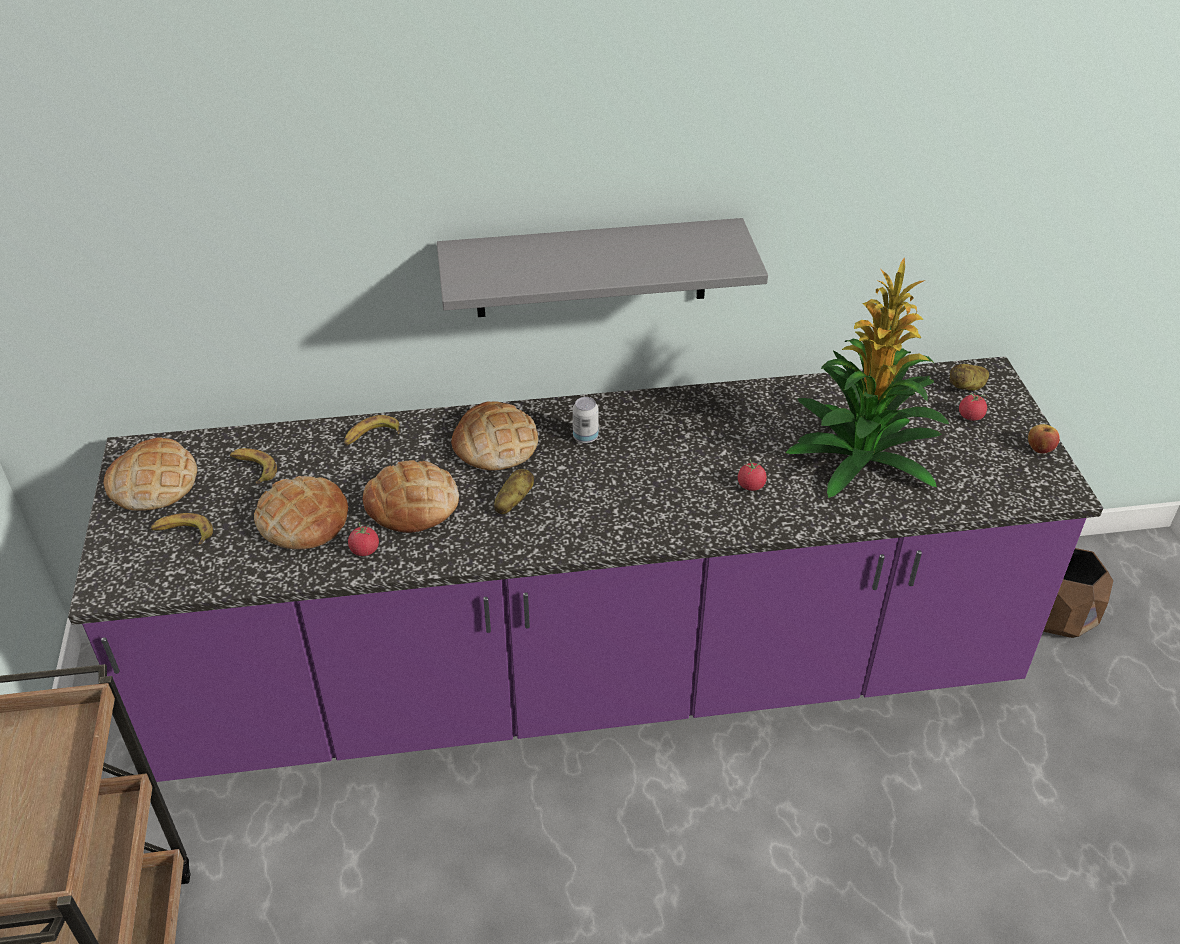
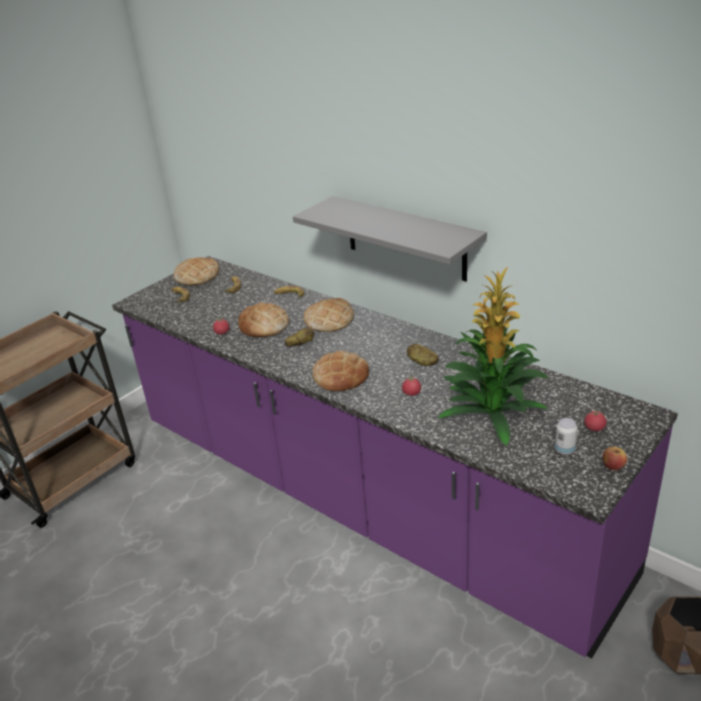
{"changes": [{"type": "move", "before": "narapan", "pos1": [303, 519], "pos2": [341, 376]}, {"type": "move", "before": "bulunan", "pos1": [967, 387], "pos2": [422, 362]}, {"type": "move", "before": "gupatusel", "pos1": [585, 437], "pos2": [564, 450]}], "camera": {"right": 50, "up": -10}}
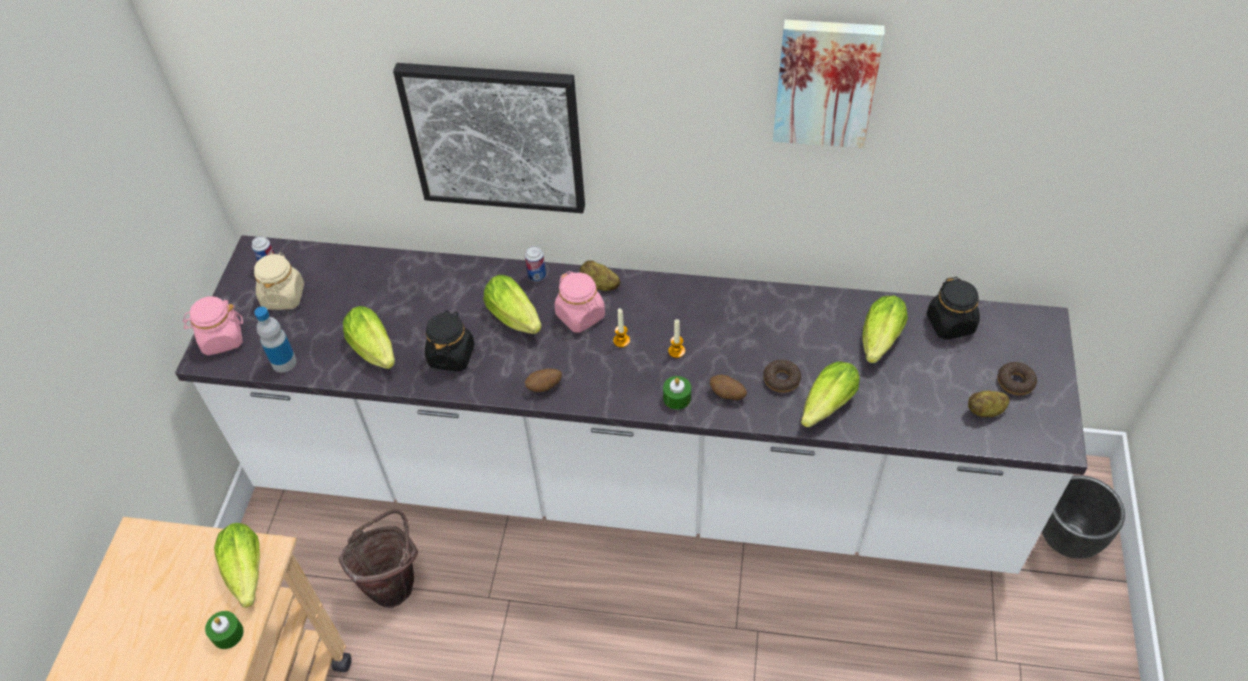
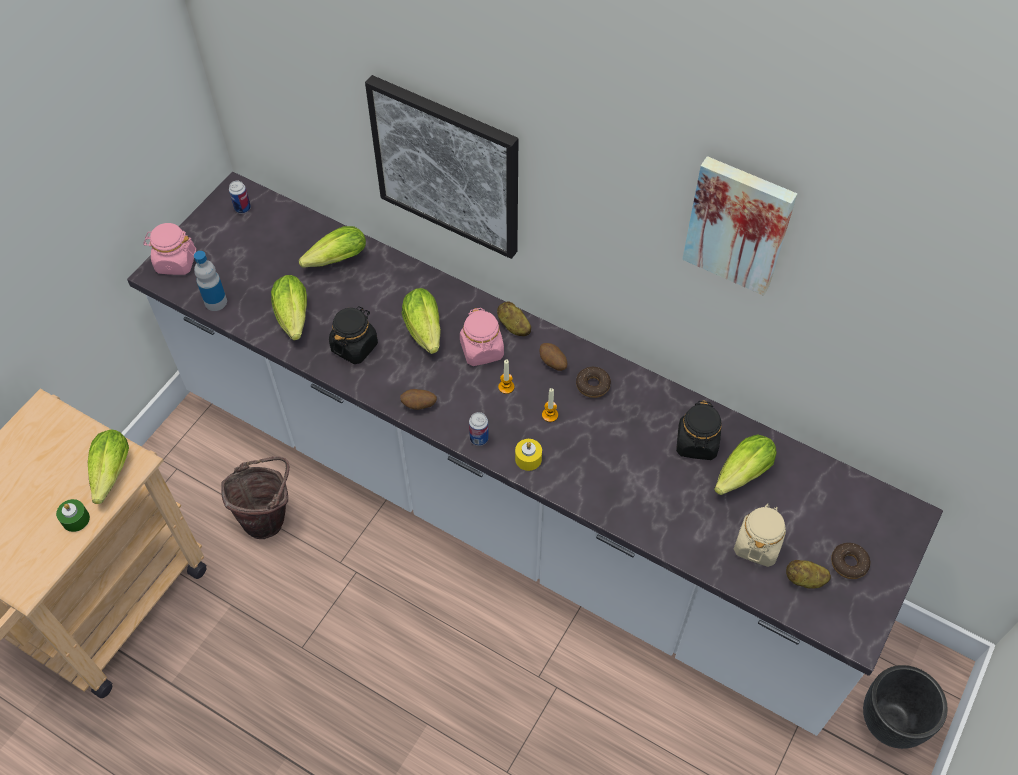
{"changes": [{"type": "move", "before": "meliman", "pos1": [824, 407], "pos2": [333, 261]}, {"type": "move", "before": "gupatusel", "pos1": [537, 276], "pos2": [479, 438]}, {"type": "recolor", "before": "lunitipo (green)", "after": "lunitipo (yellow)", "pos1": [677, 398], "pos2": [528, 459]}, {"type": "move", "before": "bulunan", "pos1": [727, 394], "pos2": [552, 363]}, {"type": "move", "before": "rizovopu", "pos1": [781, 379], "pos2": [593, 385]}, {"type": "move", "before": "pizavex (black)", "pos1": [950, 324], "pos2": [696, 443]}, {"type": "move", "before": "pizavex (beige)", "pos1": [283, 296], "pos2": [757, 544]}], "camera": {"right": 20, "up": 5}}
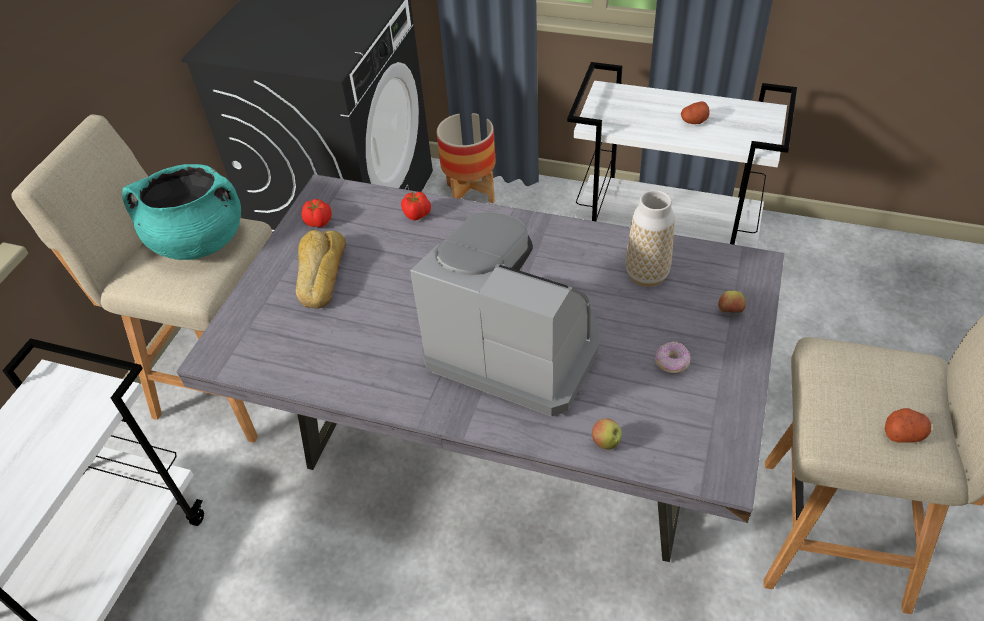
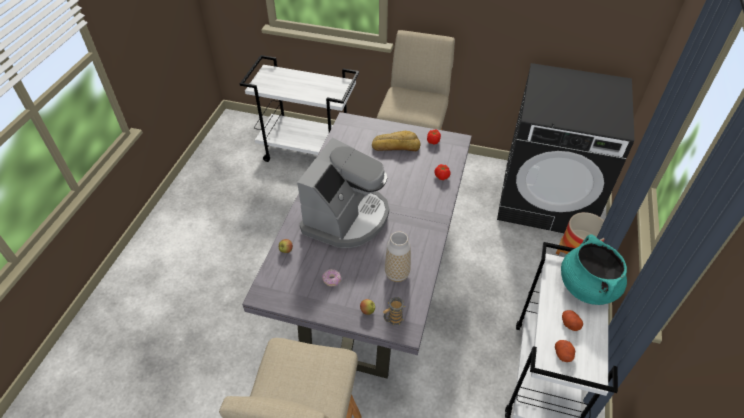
{"changes": [{"type": "insert", "after": "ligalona", "pos2": [393, 320]}, {"type": "move", "before": "bulunan", "pos1": [903, 433], "pos2": [563, 354]}, {"type": "move", "before": "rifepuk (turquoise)", "pos1": [198, 241], "pos2": [586, 286]}], "camera": {"right": 85, "up": 0}}
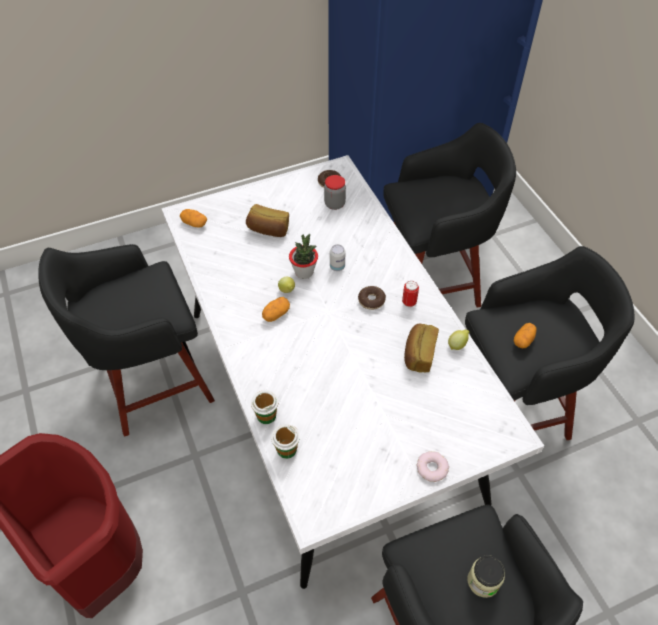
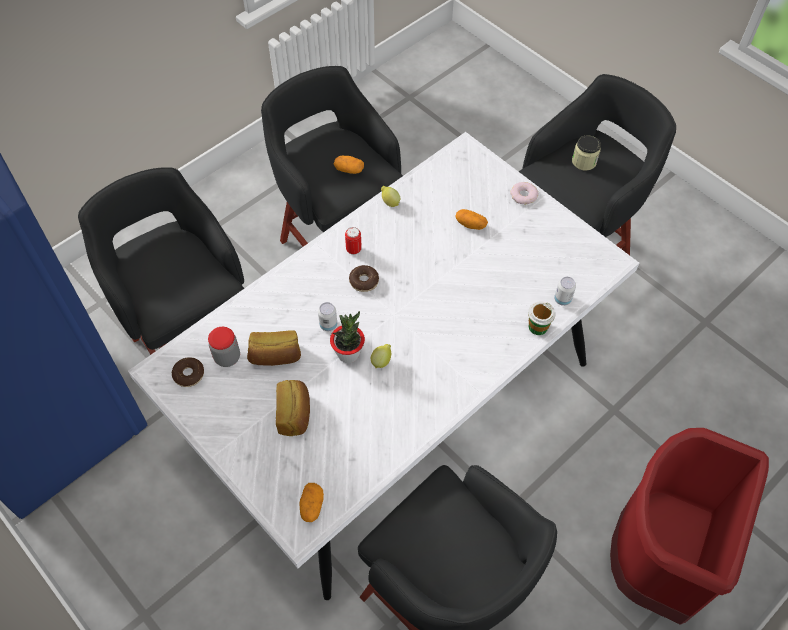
{"changes": [{"type": "move", "before": "narapan", "pos1": [419, 354], "pos2": [275, 356]}, {"type": "move", "before": "bulunan", "pos1": [276, 314], "pos2": [470, 224]}, {"type": "replace", "before": "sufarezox", "after": "gupatusel", "pos1": [286, 449], "pos2": [562, 299]}], "camera": {"right": -110, "up": 5}}
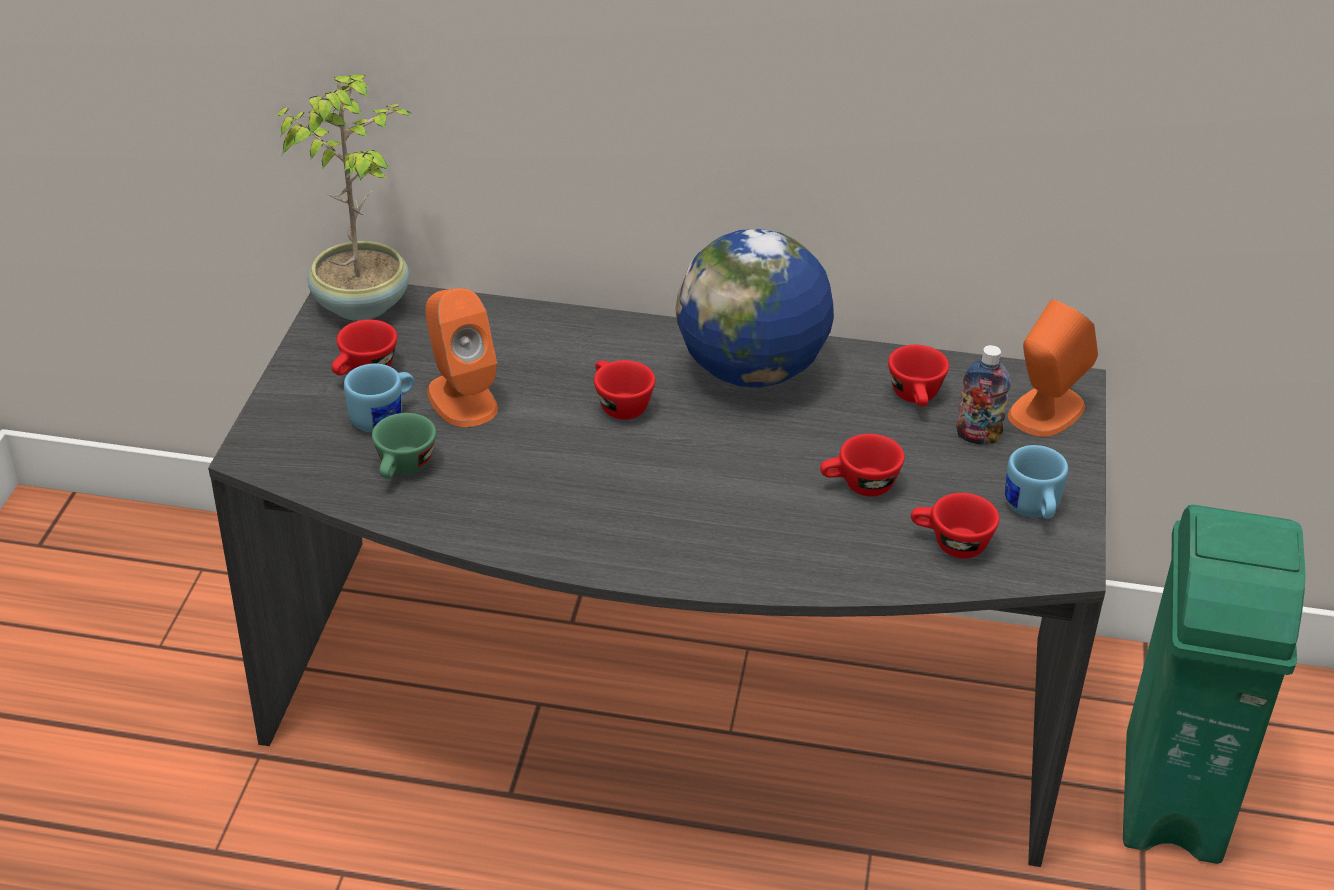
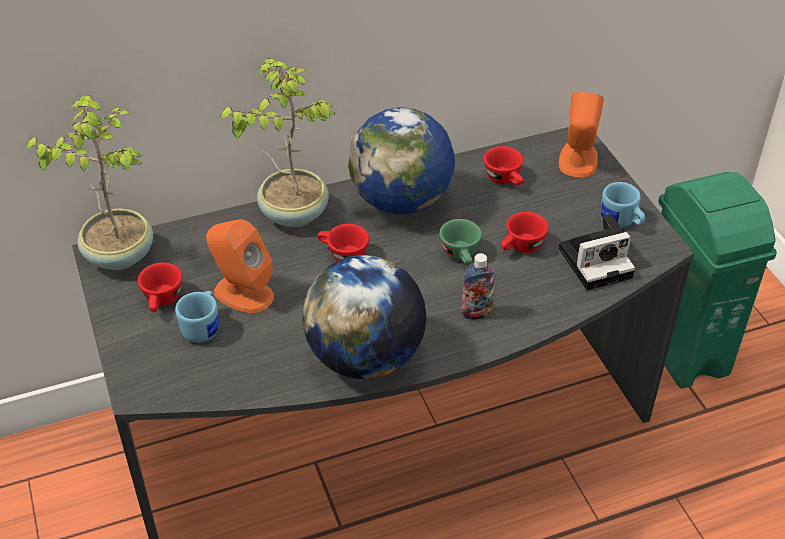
{"changes": [{"type": "insert", "after": "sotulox", "pos2": [293, 213]}, {"type": "insert", "after": "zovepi", "pos2": [365, 358]}, {"type": "move", "before": "sufarezox (green)", "pos1": [403, 469], "pos2": [461, 256]}, {"type": "move", "before": "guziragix", "pos1": [978, 436], "pos2": [476, 313]}, {"type": "replace", "before": "sufarezox (red)", "after": "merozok", "pos1": [950, 544], "pos2": [597, 261]}], "camera": {"right": -30, "up": 5}}
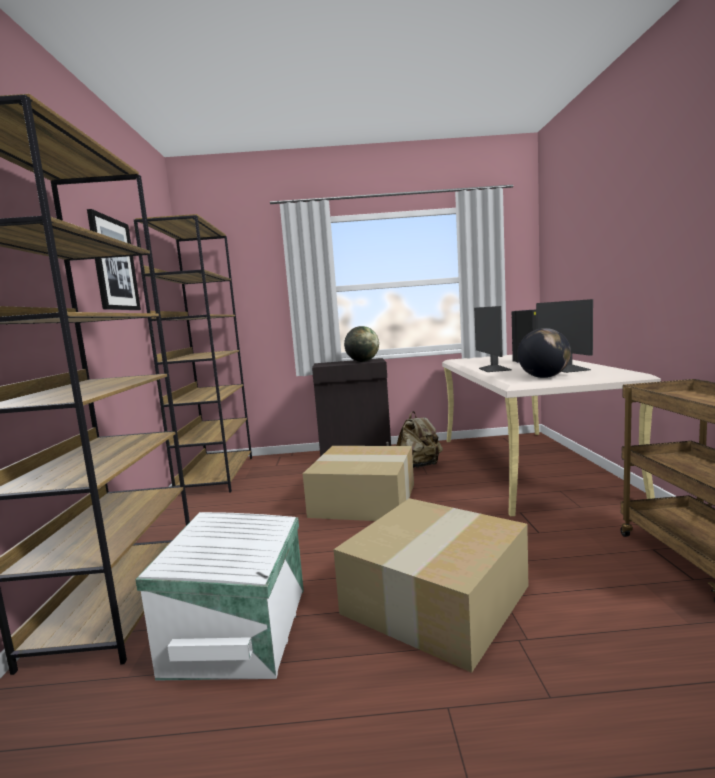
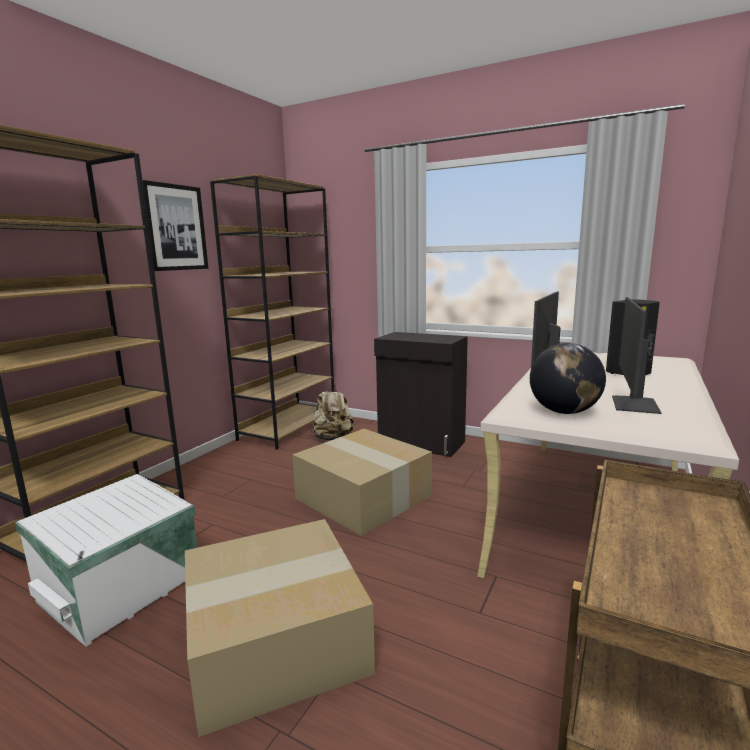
{"changes": [{"type": "move", "before": "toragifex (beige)", "pos1": [419, 466], "pos2": [333, 439]}, {"type": "delete", "before": "zovepi", "pos1": [362, 361]}], "camera": {"right": 30, "up": 5}}
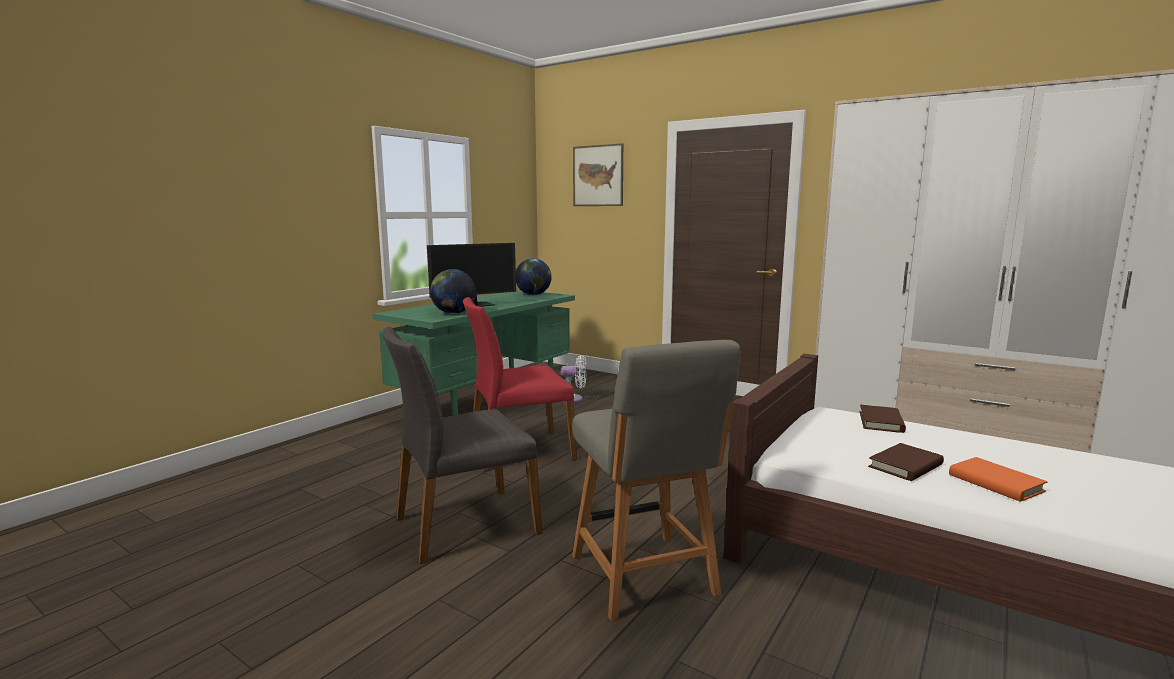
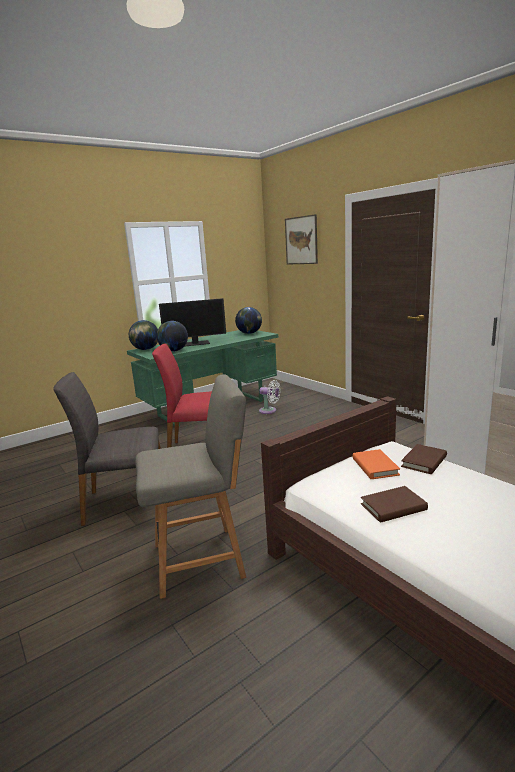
{"changes": [{"type": "insert", "after": "zovepi", "pos2": [145, 349]}, {"type": "rotate", "before": "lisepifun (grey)", "pos1": [645, 578], "pos2": [202, 559], "turn": -105}, {"type": "move", "before": "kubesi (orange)", "pos1": [995, 483], "pos2": [375, 467]}], "camera": {"right": 20, "up": 5}}
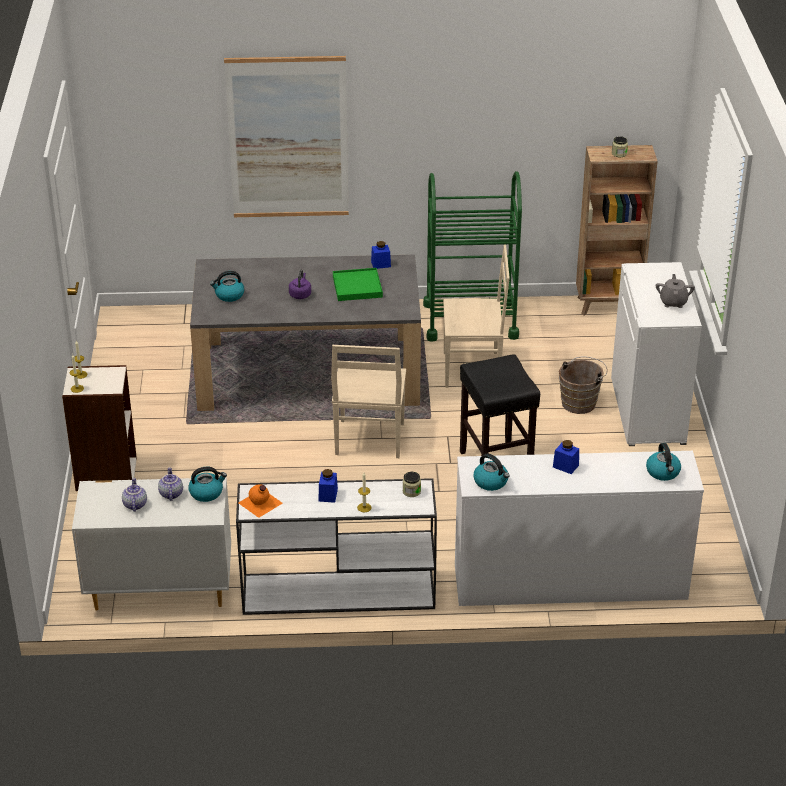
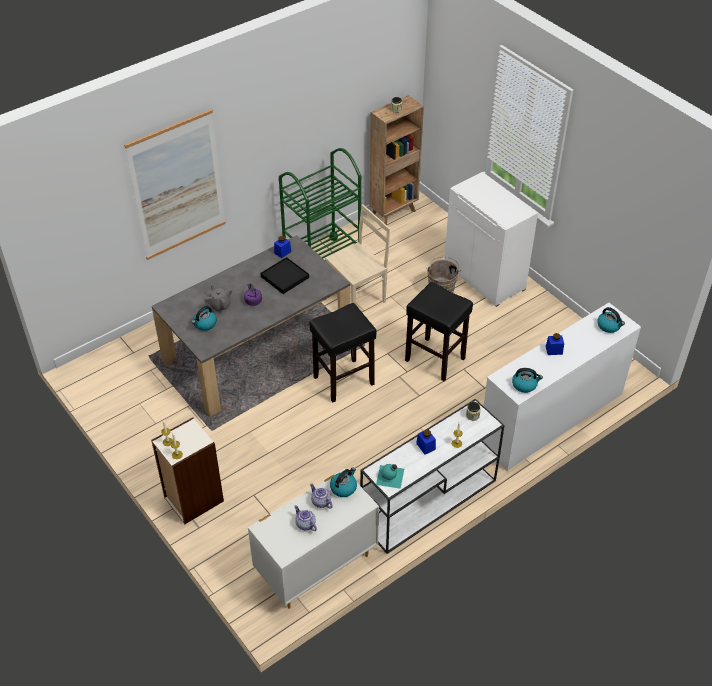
{"changes": [{"type": "move", "before": "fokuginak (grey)", "pos1": [673, 302], "pos2": [220, 305]}, {"type": "recolor", "before": "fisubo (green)", "after": "fisubo (black)", "pos1": [357, 287], "pos2": [285, 277]}, {"type": "replace", "before": "lisepifun (beige)", "after": "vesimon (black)", "pos1": [369, 440], "pos2": [343, 381]}, {"type": "recolor", "before": "guziragix (orange)", "after": "guziragix (turquoise)", "pos1": [260, 503], "pos2": [390, 477]}], "camera": {"right": -35, "up": 10}}
